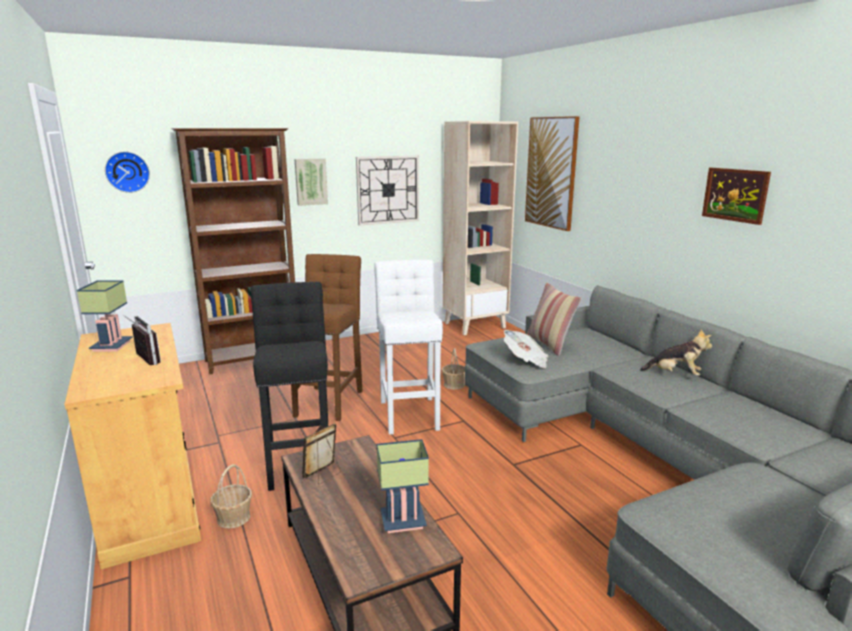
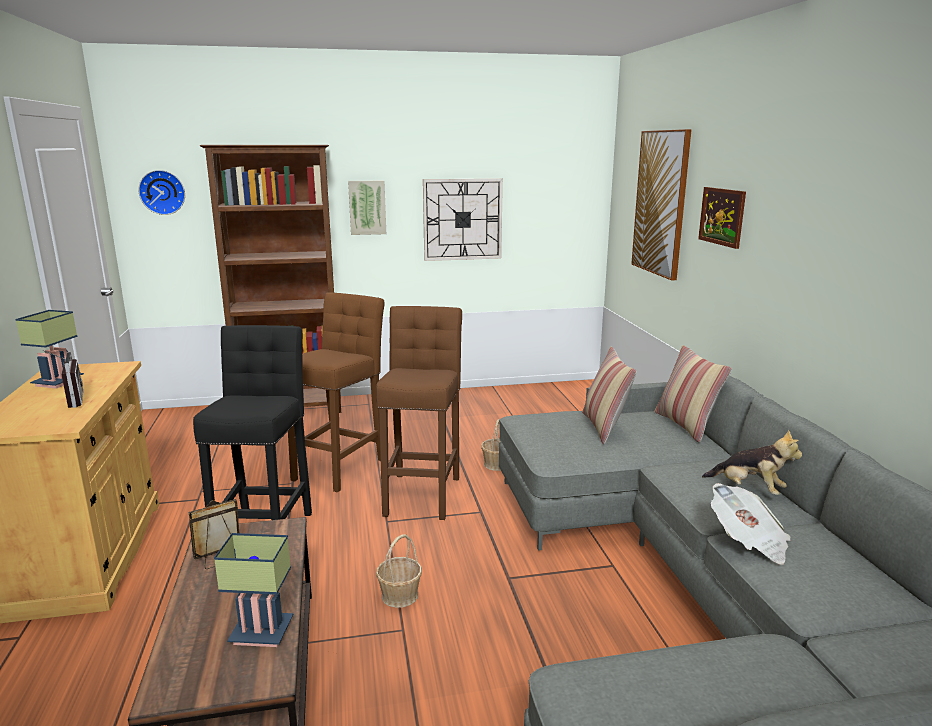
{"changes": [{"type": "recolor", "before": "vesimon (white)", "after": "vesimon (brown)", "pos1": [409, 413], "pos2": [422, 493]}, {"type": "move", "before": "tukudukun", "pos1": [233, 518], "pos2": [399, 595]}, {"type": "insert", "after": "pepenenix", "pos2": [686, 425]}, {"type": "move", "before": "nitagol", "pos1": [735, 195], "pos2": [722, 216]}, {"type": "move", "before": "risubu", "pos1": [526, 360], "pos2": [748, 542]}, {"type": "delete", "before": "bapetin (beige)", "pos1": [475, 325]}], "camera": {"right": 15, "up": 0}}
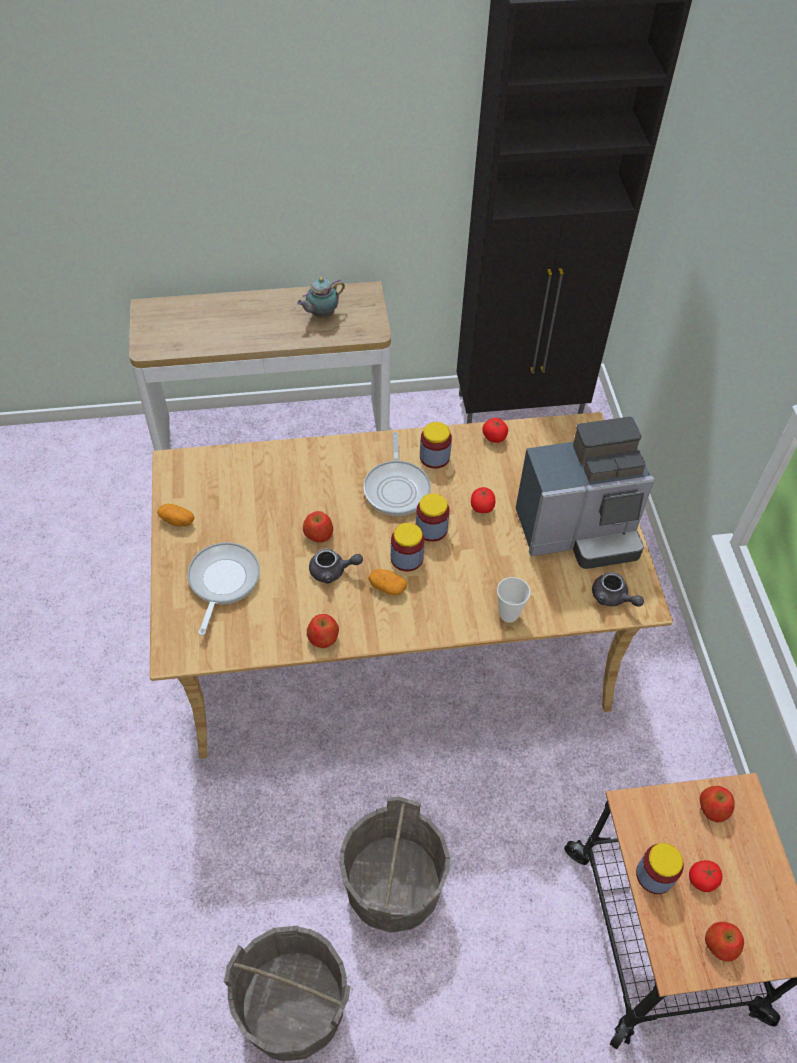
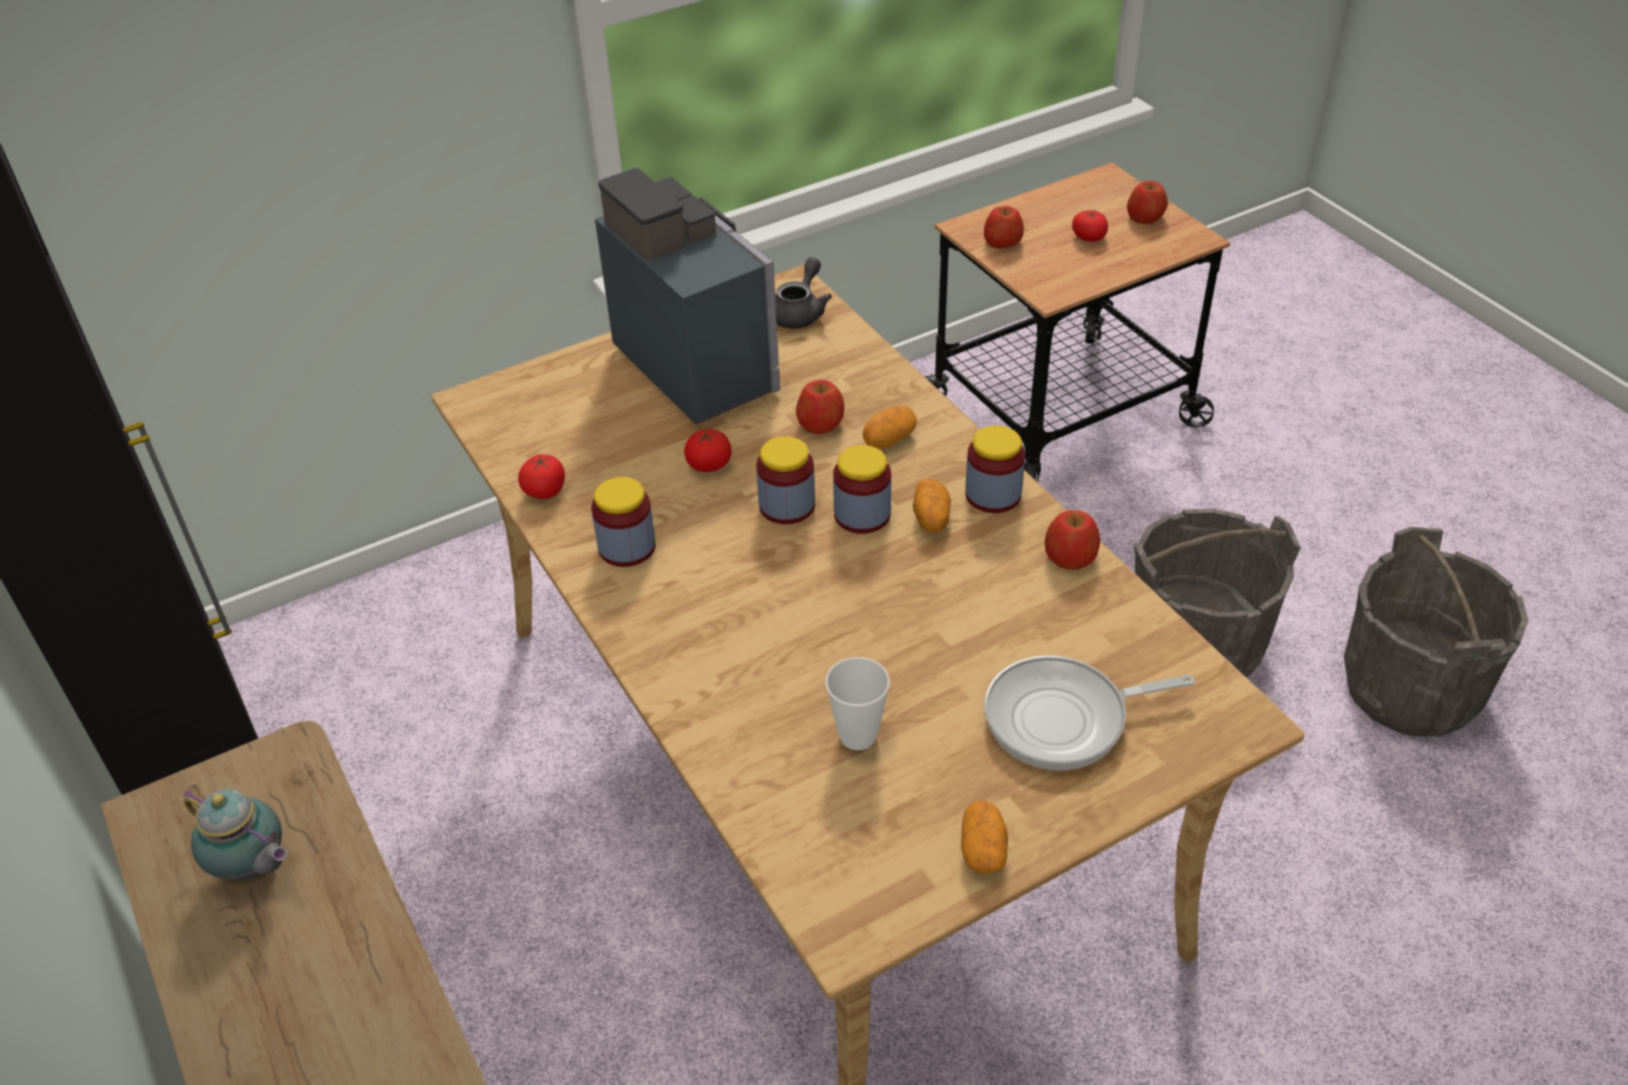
{"changes": [{"type": "move", "before": "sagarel", "pos1": [318, 534], "pos2": [820, 423]}, {"type": "move", "before": "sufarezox", "pos1": [508, 614], "pos2": [858, 736]}, {"type": "insert", "after": "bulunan", "pos2": [889, 439]}, {"type": "move", "before": "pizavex", "pos1": [655, 875], "pos2": [993, 495]}, {"type": "delete", "before": "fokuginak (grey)", "pos1": [333, 571]}, {"type": "delete", "before": "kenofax", "pos1": [397, 488]}], "camera": {"right": -110, "up": -10}}
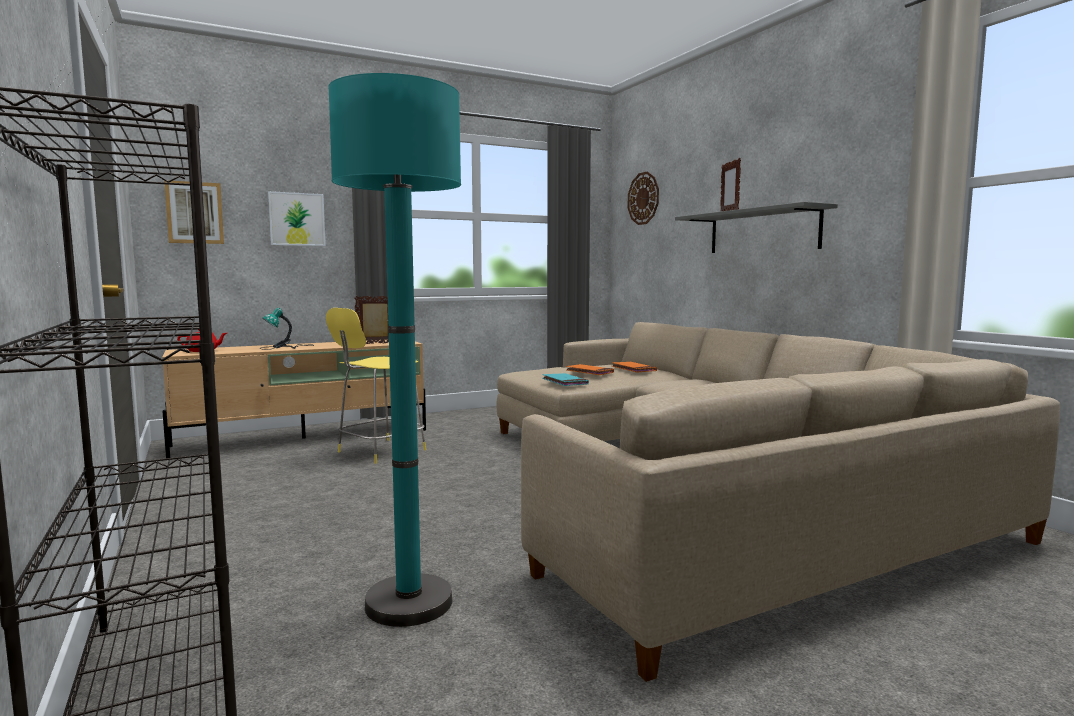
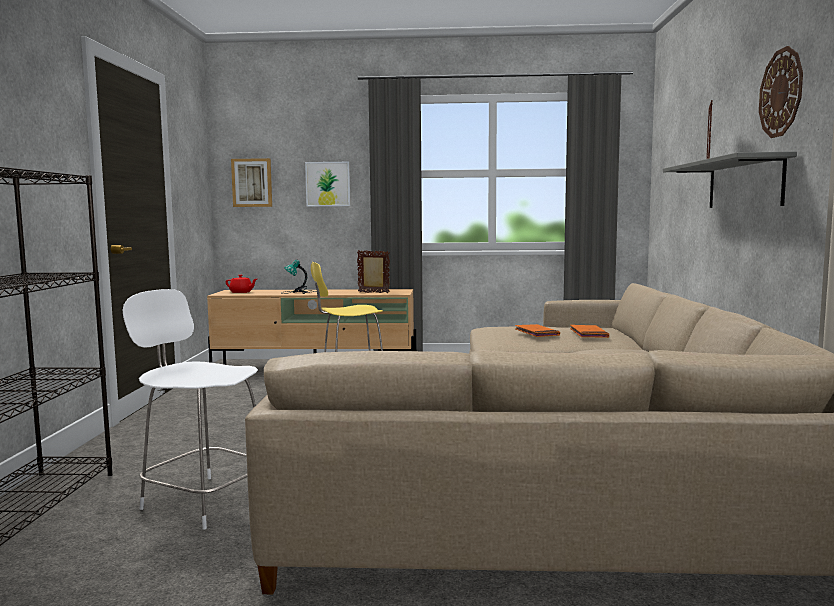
{"changes": [{"type": "replace", "before": "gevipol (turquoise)", "after": "vesimon (white)", "pos1": [409, 603], "pos2": [203, 500]}, {"type": "move", "before": "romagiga", "pos1": [643, 198], "pos2": [781, 93]}, {"type": "delete", "before": "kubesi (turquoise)", "pos1": [565, 382]}], "camera": {"right": 30, "up": 0}}
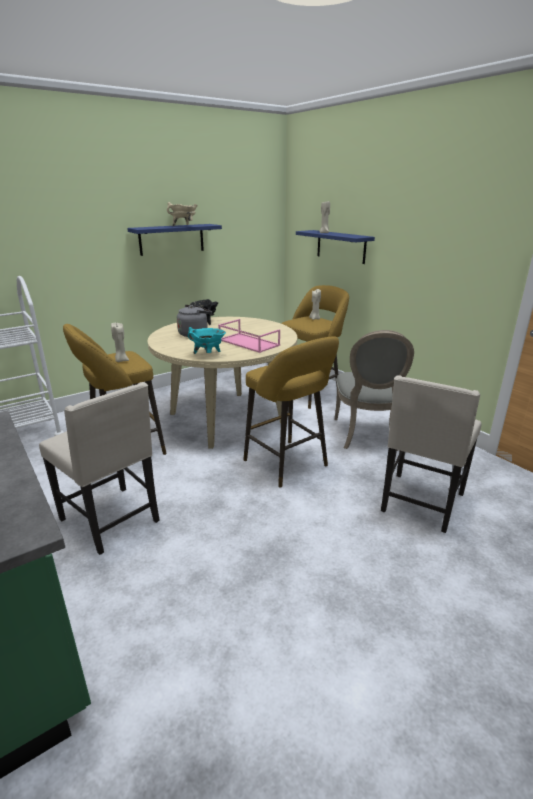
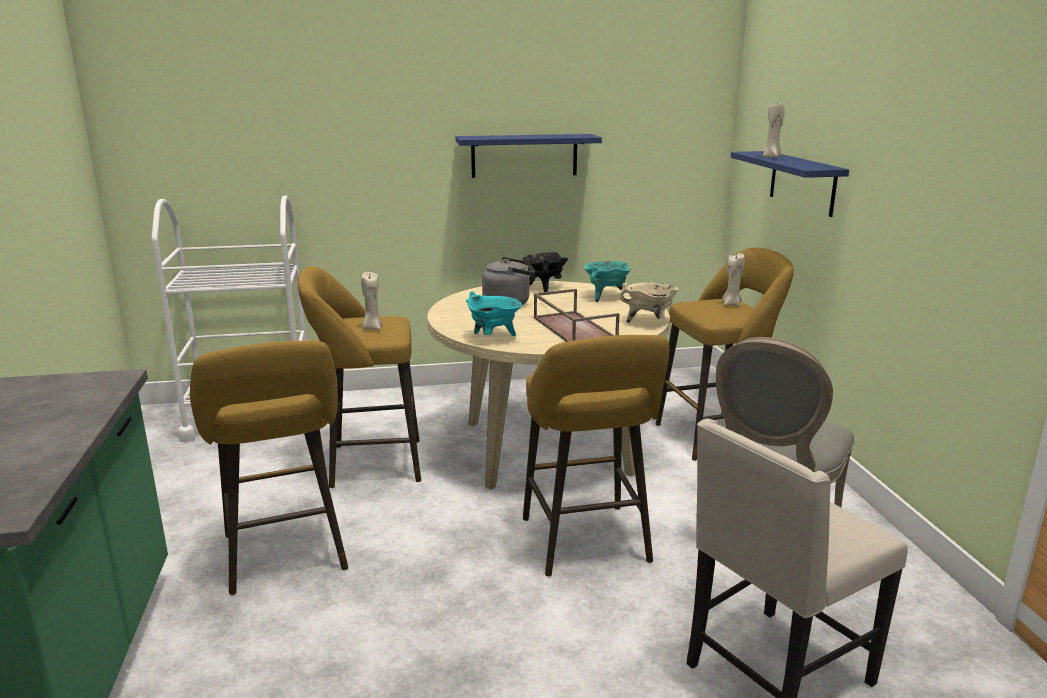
{"changes": [{"type": "replace", "before": "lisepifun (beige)", "after": "vesimon (yellow)", "pos1": [112, 521], "pos2": [285, 557]}, {"type": "recolor", "before": "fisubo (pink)", "after": "fisubo (brown)", "pos1": [248, 342], "pos2": [572, 328]}, {"type": "insert", "after": "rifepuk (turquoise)", "pos2": [605, 297]}, {"type": "move", "before": "rifepuk (beige)", "pos1": [184, 225], "pos2": [649, 322]}], "camera": {"right": 25, "up": -5}}
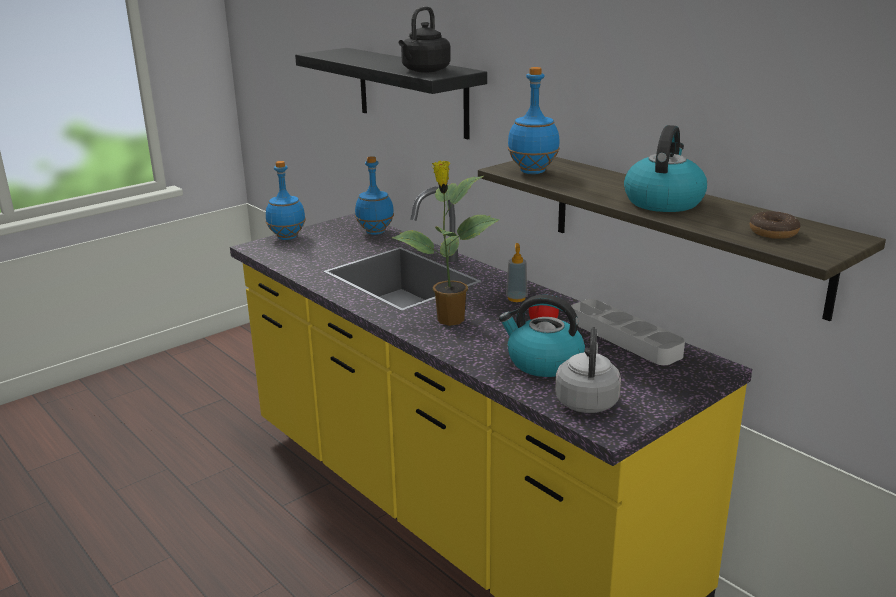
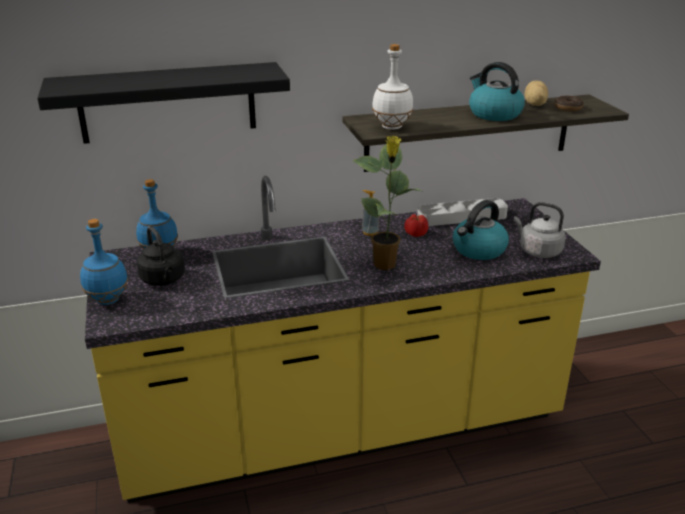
{"changes": [{"type": "move", "before": "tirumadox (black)", "pos1": [424, 71], "pos2": [163, 280]}, {"type": "recolor", "before": "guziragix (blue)", "after": "guziragix (white)", "pos1": [532, 172], "pos2": [392, 127]}, {"type": "insert", "after": "bulunan", "pos2": [534, 104]}], "camera": {"right": -65, "up": 5}}
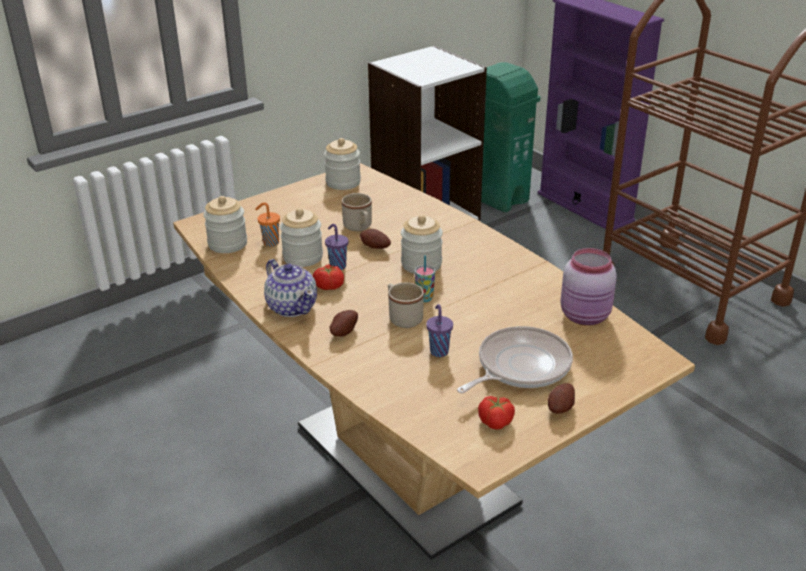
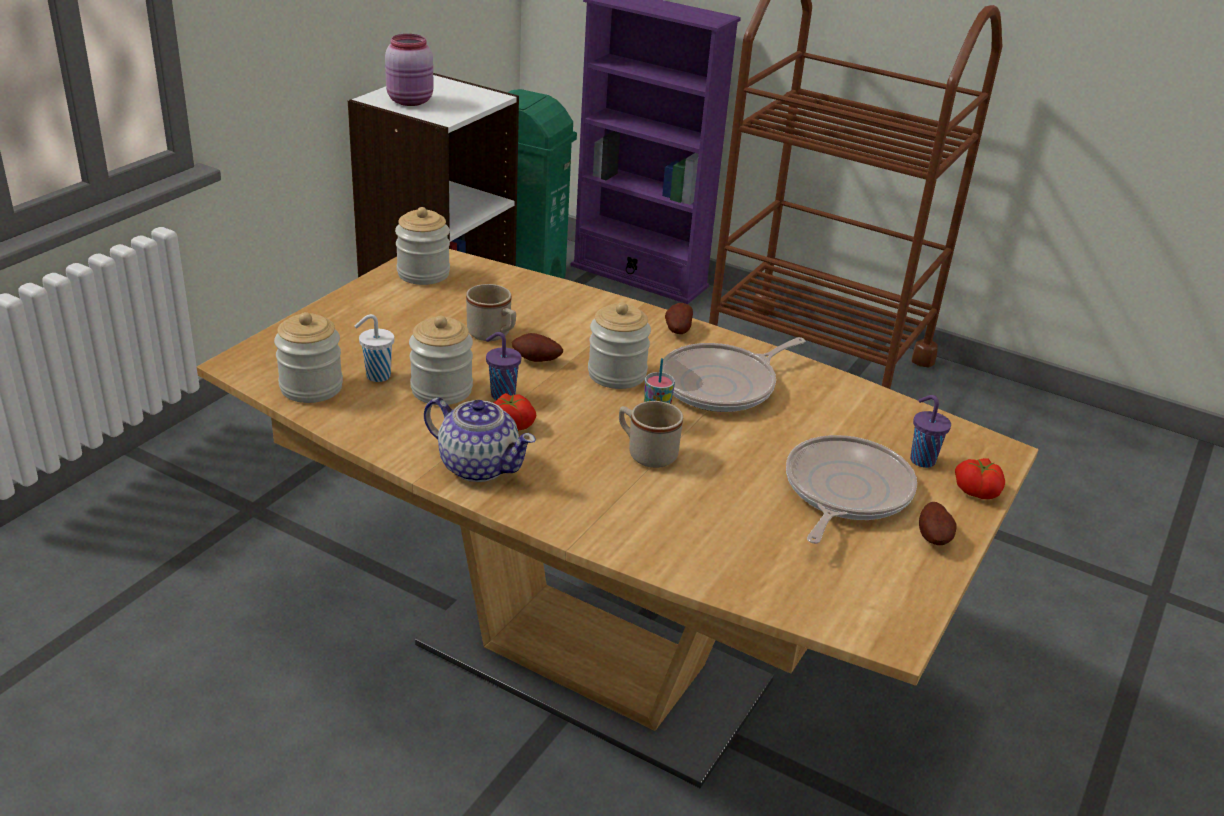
{"changes": [{"type": "recolor", "before": "sufarezox (orange)", "after": "sufarezox (white)", "pos1": [270, 243], "pos2": [376, 376]}, {"type": "move", "before": "pizavex (pink)", "pos1": [586, 316], "pos2": [411, 101]}, {"type": "insert", "after": "kenofax", "pos2": [722, 385]}, {"type": "move", "before": "bulunan", "pos1": [343, 331], "pos2": [677, 330]}, {"type": "move", "before": "sufarezox (purple)", "pos1": [439, 351], "pos2": [921, 460]}, {"type": "move", "before": "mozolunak", "pos1": [496, 421], "pos2": [977, 490]}], "camera": {"right": -25, "up": 0}}
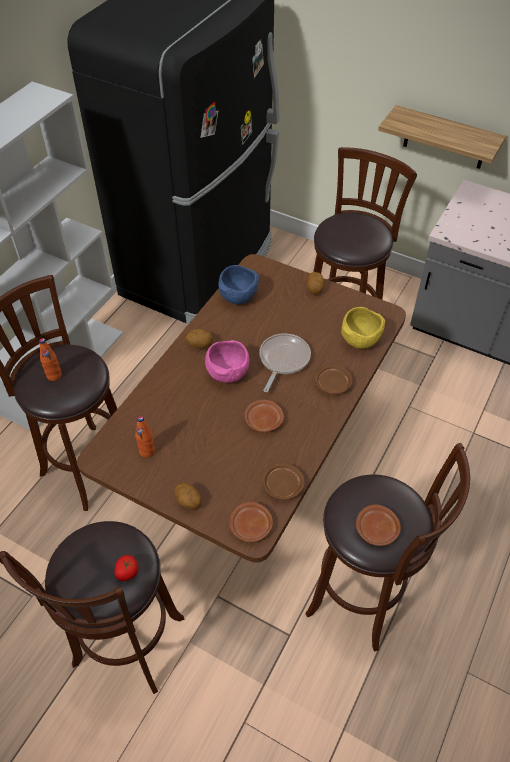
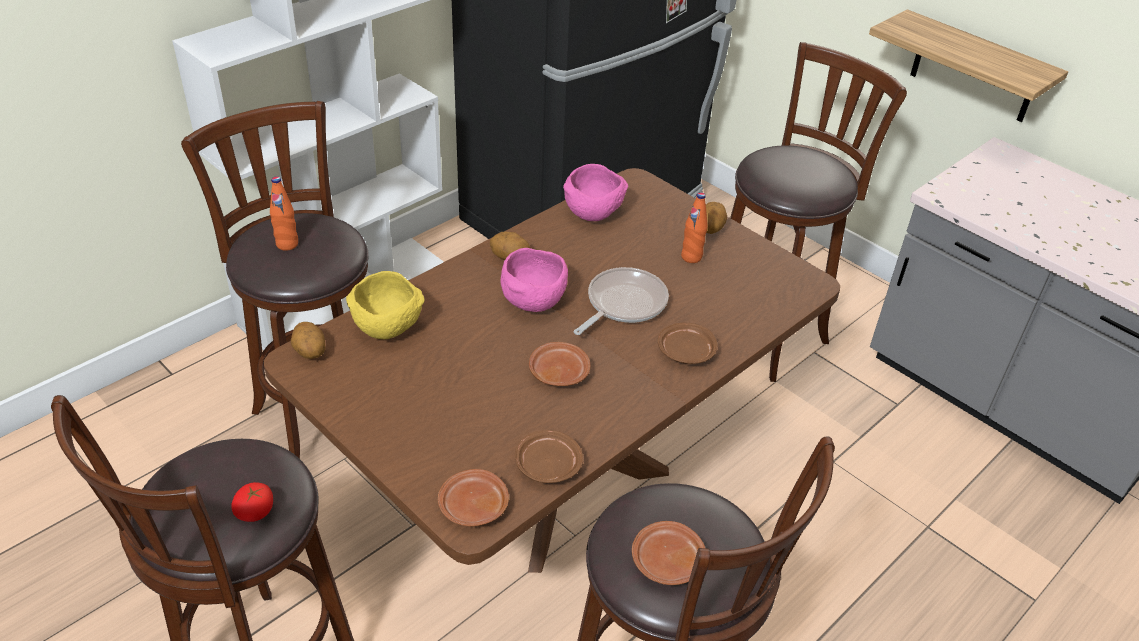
{"changes": [{"type": "move", "before": "bulunan", "pos1": [188, 502], "pos2": [309, 353]}, {"type": "move", "before": "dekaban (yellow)", "pos1": [360, 340], "pos2": [389, 328]}, {"type": "recolor", "before": "dekaban (blue)", "after": "dekaban (pink)", "pos1": [238, 297], "pos2": [593, 213]}, {"type": "move", "before": "guziragix (orange)", "pos1": [147, 451], "pos2": [691, 257]}], "camera": {"right": 15, "up": -10}}
